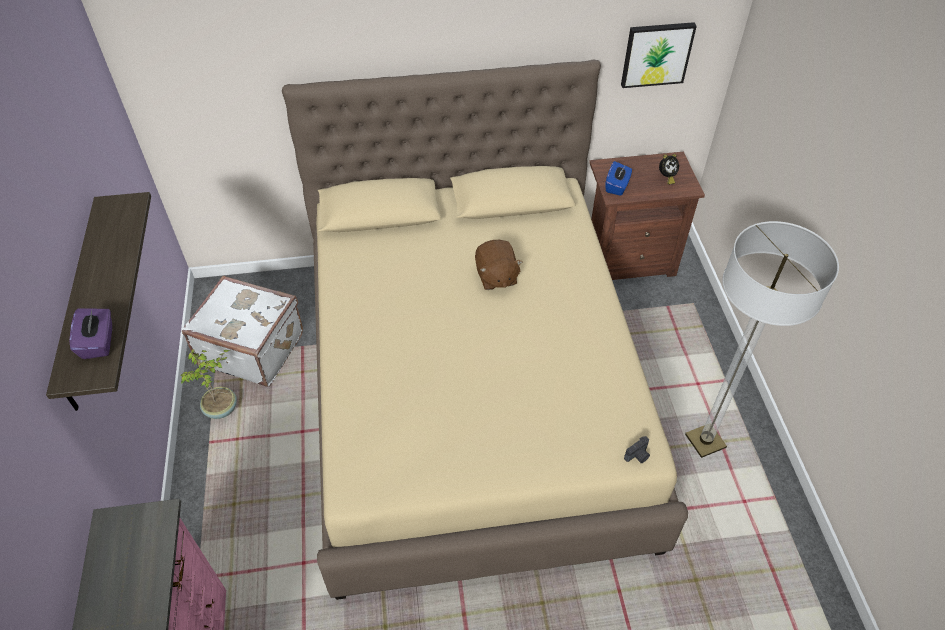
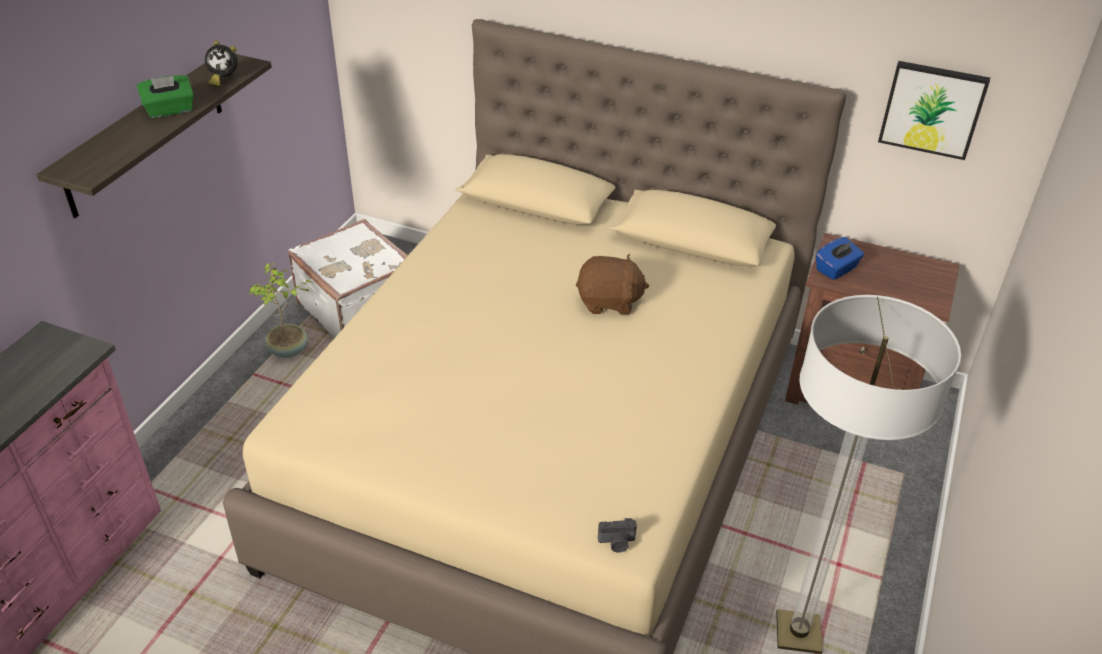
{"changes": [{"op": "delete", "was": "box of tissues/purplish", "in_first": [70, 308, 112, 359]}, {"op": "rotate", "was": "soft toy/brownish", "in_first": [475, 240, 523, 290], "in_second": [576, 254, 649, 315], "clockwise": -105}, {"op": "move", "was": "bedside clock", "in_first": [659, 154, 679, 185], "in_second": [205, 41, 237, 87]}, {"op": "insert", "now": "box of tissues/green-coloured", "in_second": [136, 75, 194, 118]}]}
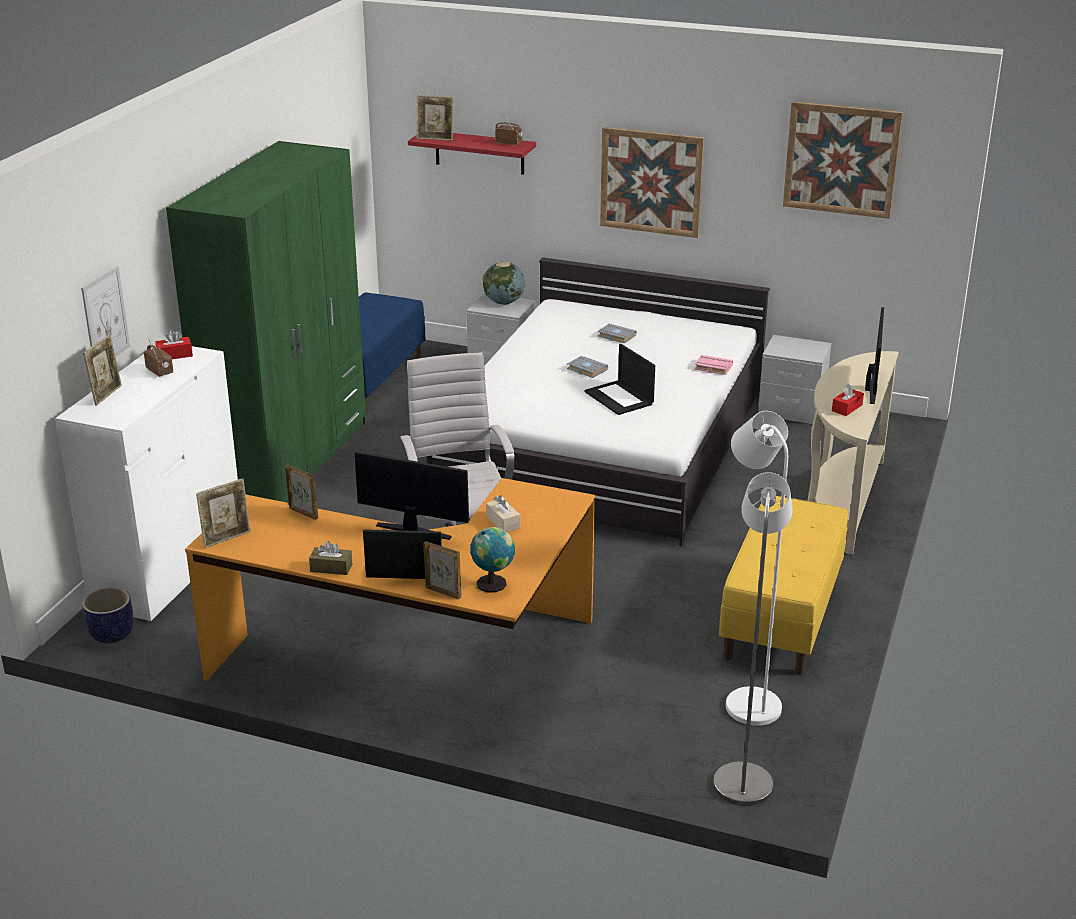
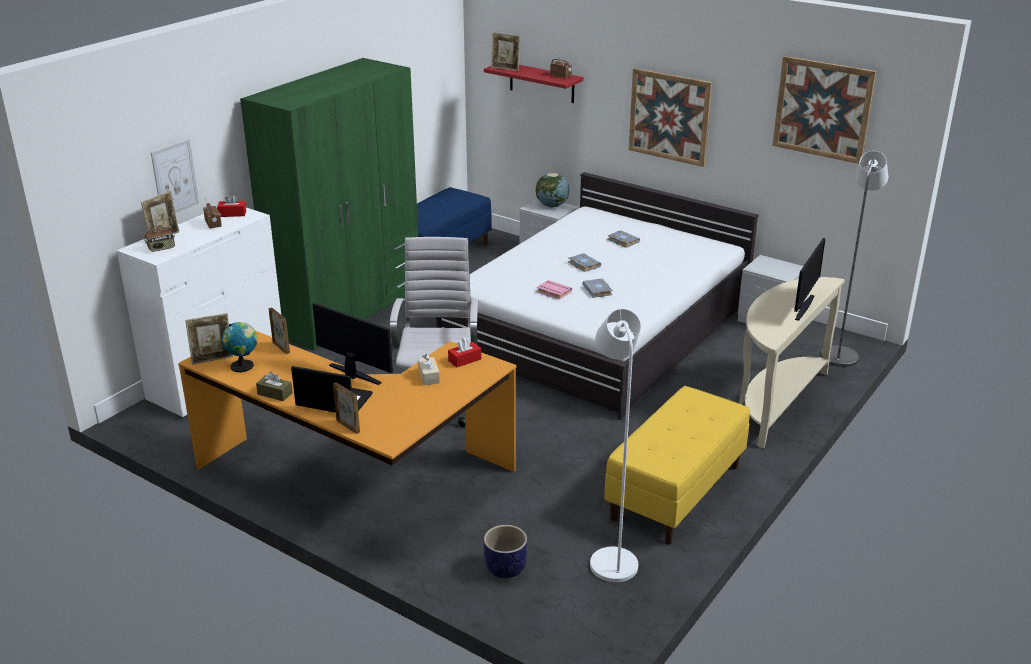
{"changes": [{"op": "move", "was": "plant pot", "in_first": [82, 587, 134, 643], "in_second": [483, 525, 527, 578]}, {"op": "move", "was": "globe", "in_first": [470, 527, 515, 593], "in_second": [222, 322, 257, 372]}, {"op": "replace", "was": "notebook computer", "now": "bound book/gray", "in_first": [584, 344, 655, 415], "in_second": [582, 278, 613, 298]}, {"op": "move", "was": "bound book/pink-coloured", "in_first": [694, 355, 733, 375], "in_second": [536, 280, 572, 300]}, {"op": "move", "was": "floor lamp/gray", "in_first": [713, 472, 793, 806], "in_second": [821, 151, 888, 367]}, {"op": "move", "was": "box of tissues/red", "in_first": [832, 383, 864, 416], "in_second": [448, 337, 481, 368]}, {"op": "insert", "now": "radio receiver", "in_second": [144, 218, 175, 252]}]}
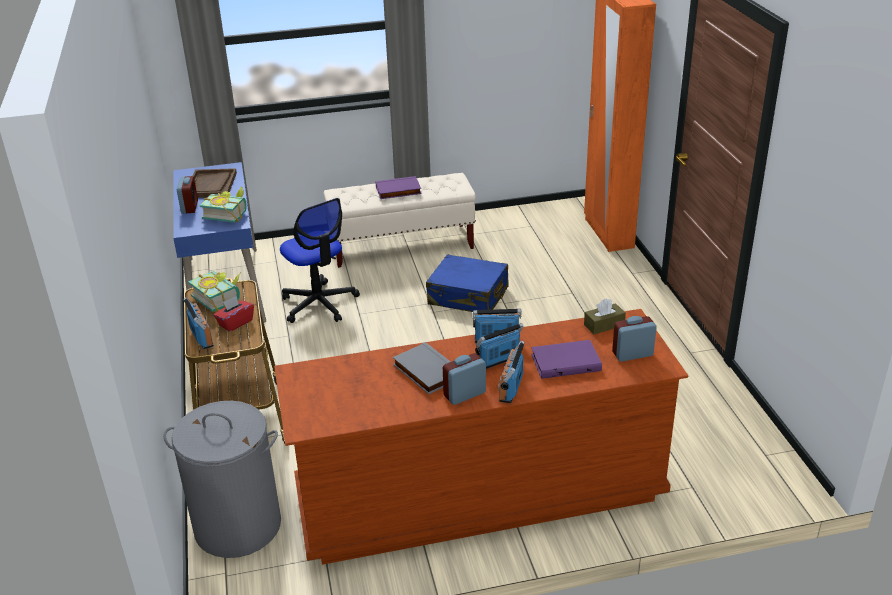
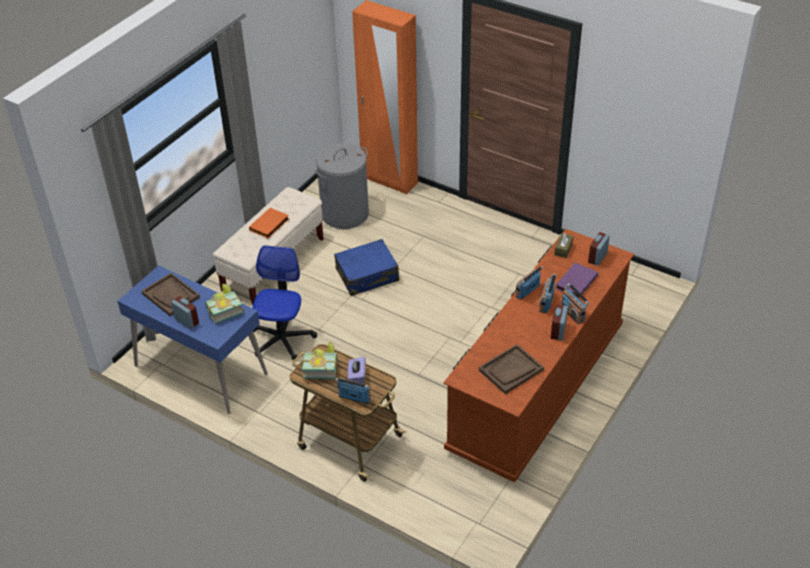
{"changes": [{"op": "move", "was": "laundry basket/gray", "in_first": [164, 401, 281, 558], "in_second": [314, 143, 369, 229]}, {"op": "recolor", "was": "box of tissues/red", "now": "box of tissues/purplish", "in_first": [214, 296, 254, 332], "in_second": [348, 357, 366, 384]}, {"op": "rotate", "was": "office chair", "in_first": [280, 198, 360, 323], "in_second": [252, 245, 317, 360], "clockwise": -90}, {"op": "recolor", "was": "bound book/purplish", "now": "bound book/orange-coloured", "in_first": [376, 176, 422, 199], "in_second": [249, 207, 289, 238]}, {"op": "delete", "was": "bound book/gray", "in_first": [393, 342, 451, 394]}, {"op": "insert", "now": "tray/brownish", "in_second": [479, 344, 544, 394]}]}
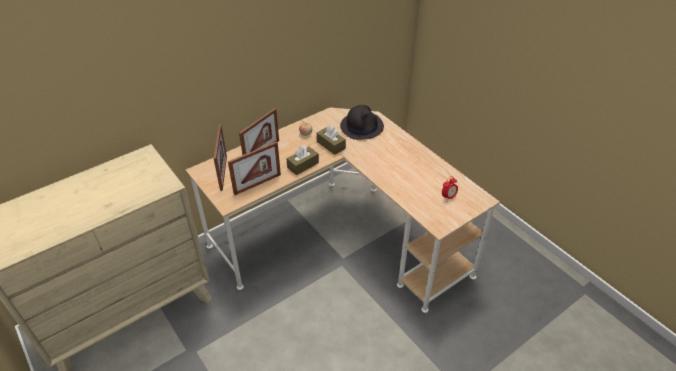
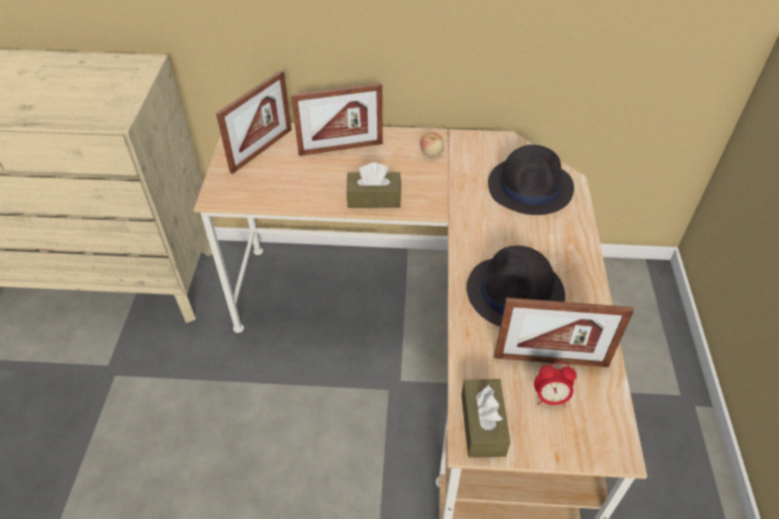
{"changes": [{"op": "move", "was": "picture frame", "in_first": [228, 141, 281, 195], "in_second": [495, 298, 634, 367]}, {"op": "move", "was": "box of tissues/brownish", "in_first": [317, 125, 346, 155], "in_second": [461, 379, 510, 458]}, {"op": "insert", "now": "clothing hat/black-coloured", "in_second": [467, 246, 565, 326]}]}
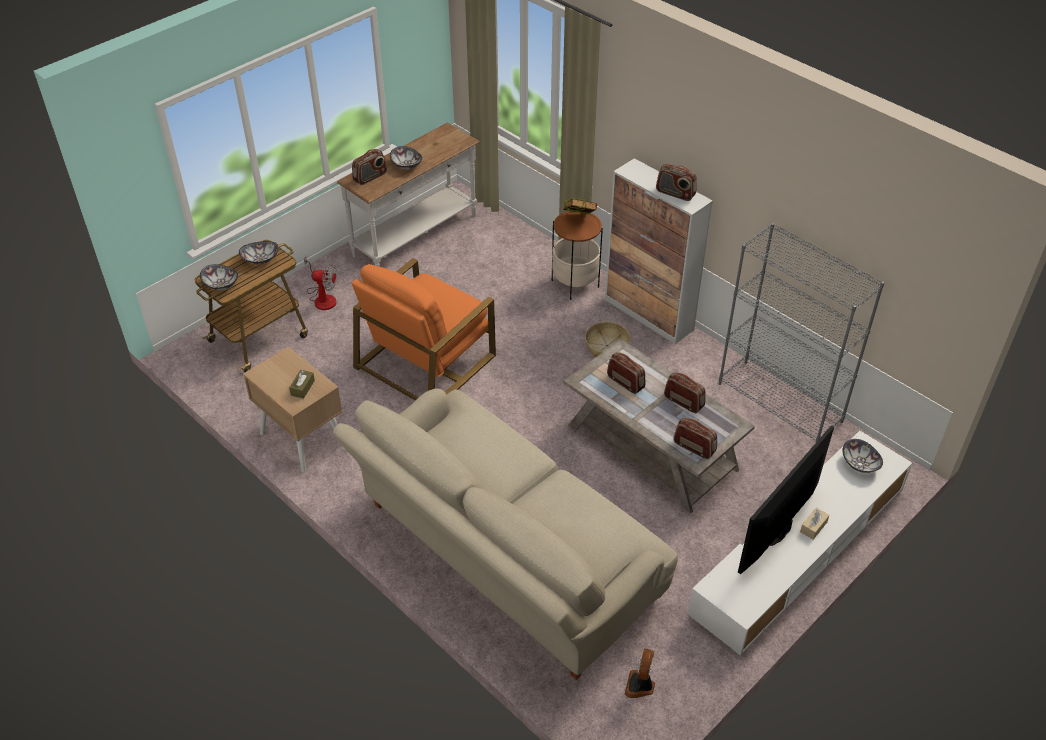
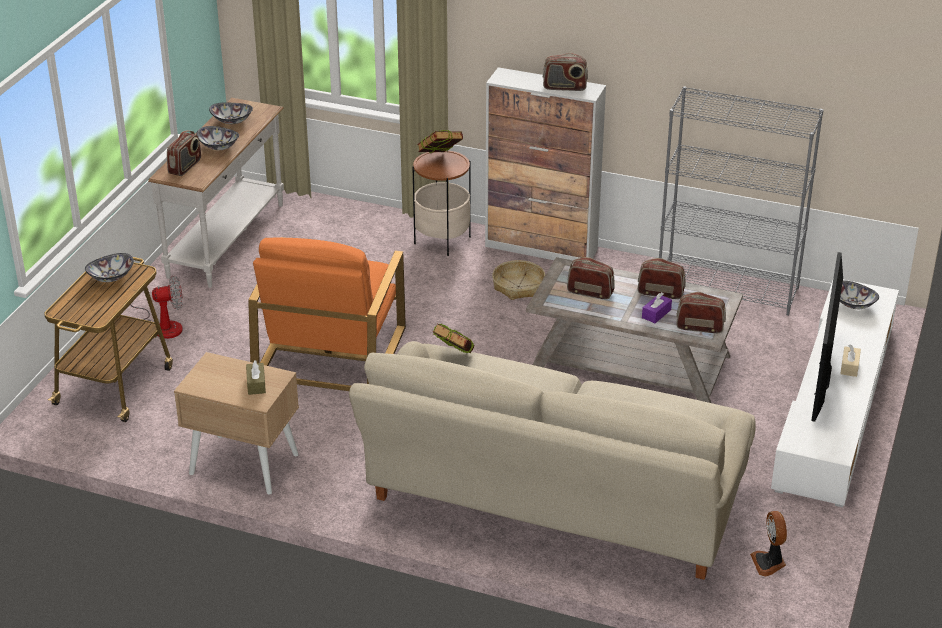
{"changes": [{"op": "move", "was": "deep dish", "in_first": [200, 264, 238, 290], "in_second": [209, 102, 253, 124]}, {"op": "insert", "now": "bound book", "in_second": [433, 323, 475, 353]}, {"op": "insert", "now": "box of tissues/purplish", "in_second": [642, 292, 672, 323]}]}
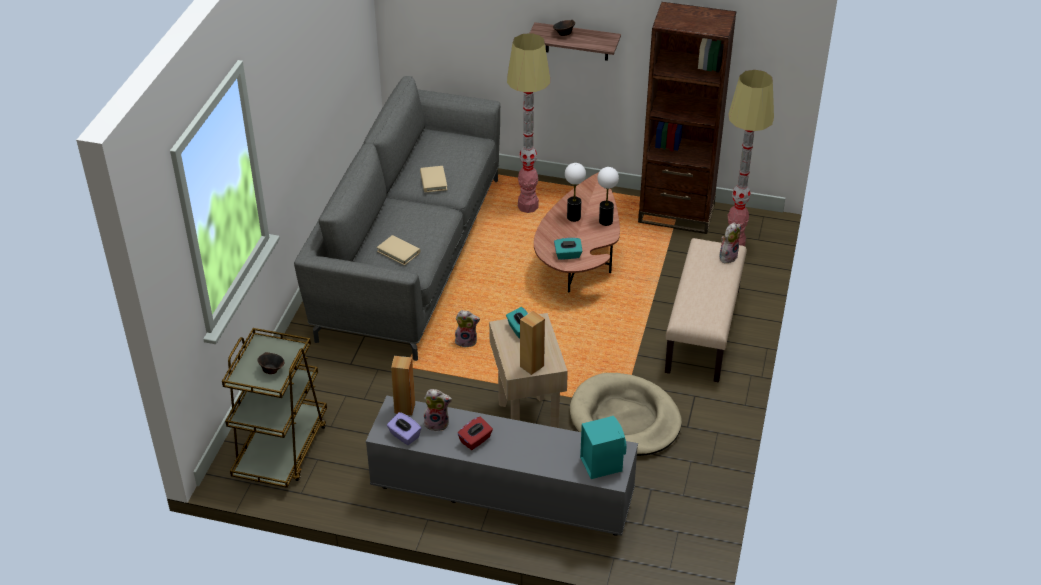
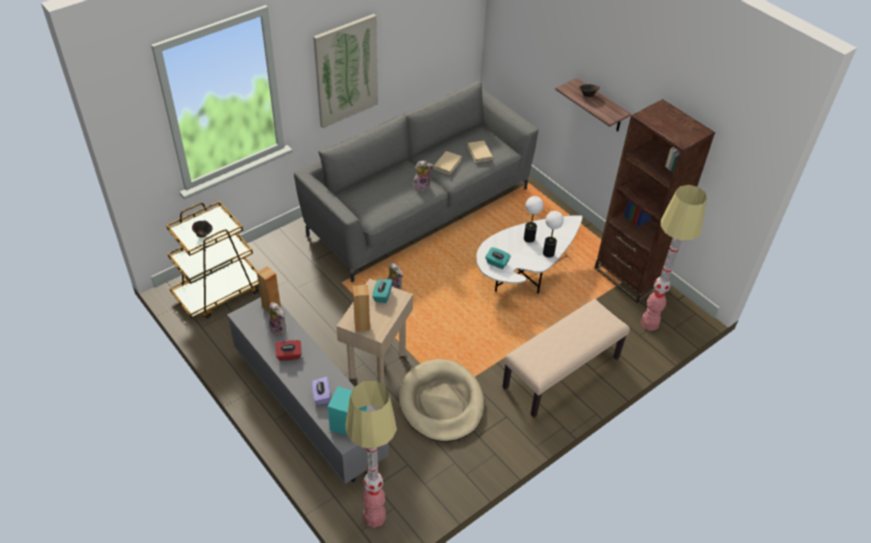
{"changes": [{"op": "move", "was": "bound book/beige-coloured", "in_first": [377, 235, 421, 266], "in_second": [467, 141, 493, 163]}, {"op": "move", "was": "box of tissues/purplish", "in_first": [387, 412, 421, 445], "in_second": [312, 376, 331, 405]}, {"op": "move", "was": "floor lamp", "in_first": [507, 33, 550, 213], "in_second": [345, 381, 397, 528]}, {"op": "recolor", "was": "coffee table/brownish", "now": "coffee table/white", "in_first": [534, 172, 620, 292], "in_second": [476, 215, 582, 294]}, {"op": "move", "was": "soft toy", "in_first": [719, 222, 741, 263], "in_second": [414, 161, 434, 191]}, {"op": "insert", "now": "wall art", "in_second": [313, 14, 378, 128]}]}
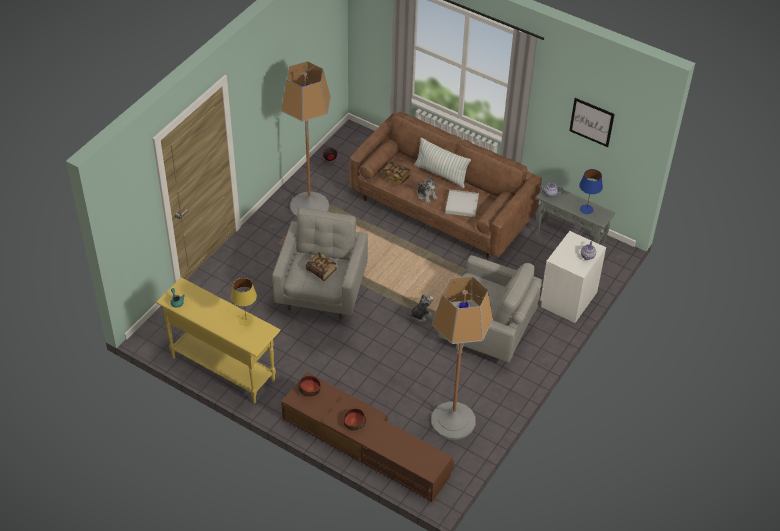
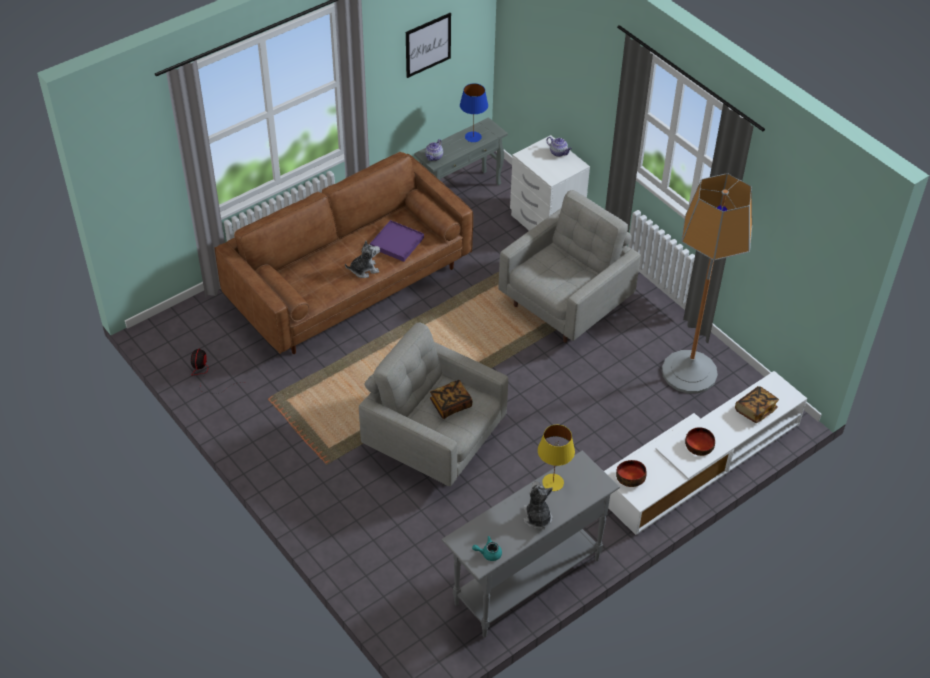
{"changes": [{"op": "recolor", "was": "hall table/yellow-coloured", "now": "hall table/gray", "in_first": [156, 277, 281, 403], "in_second": [441, 451, 620, 637]}, {"op": "delete", "was": "floor lamp", "in_first": [281, 61, 331, 217]}, {"op": "recolor", "was": "tv stand/brownish", "now": "tv stand/white", "in_first": [281, 372, 454, 502], "in_second": [604, 371, 807, 535]}, {"op": "move", "was": "bound book", "in_first": [382, 162, 411, 185], "in_second": [735, 386, 779, 423]}, {"op": "move", "was": "soft toy", "in_first": [409, 294, 434, 322], "in_second": [523, 481, 553, 529]}, {"op": "delete", "was": "cushion", "in_first": [414, 138, 471, 188]}, {"op": "recolor", "was": "tray/white", "now": "tray/purplish", "in_first": [445, 189, 479, 217], "in_second": [370, 220, 424, 262]}]}
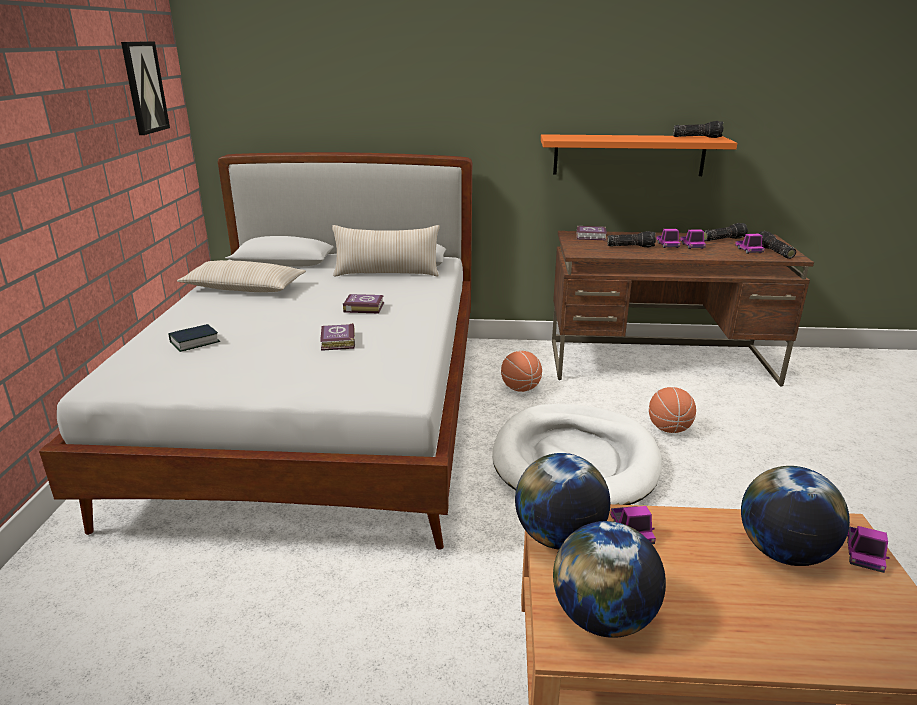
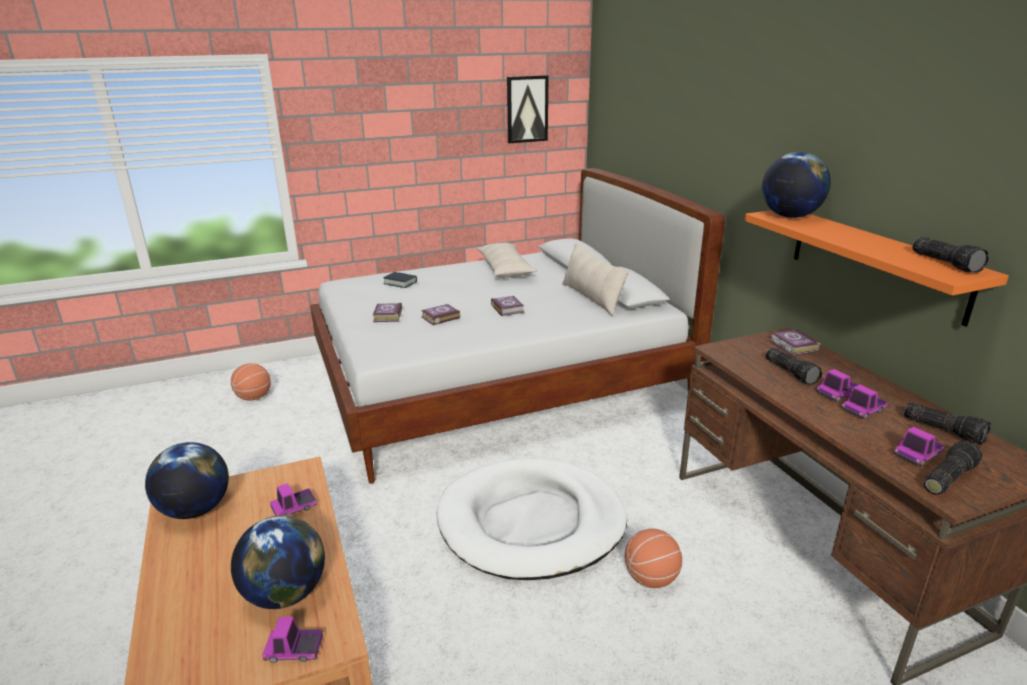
{"changes": [{"op": "move", "was": "ball for basketball", "in_first": [501, 351, 542, 392], "in_second": [231, 363, 271, 401]}, {"op": "move", "was": "globe", "in_first": [515, 453, 610, 550], "in_second": [762, 152, 831, 218]}, {"op": "insert", "now": "bound book", "in_second": [373, 303, 402, 322]}]}
